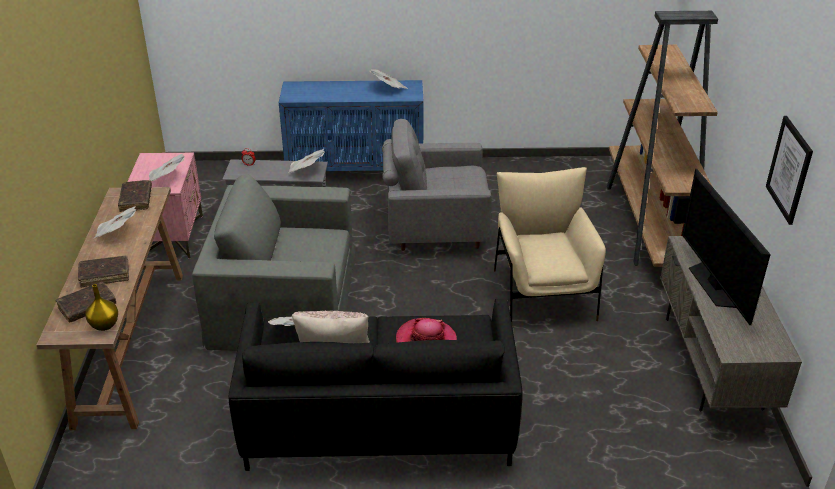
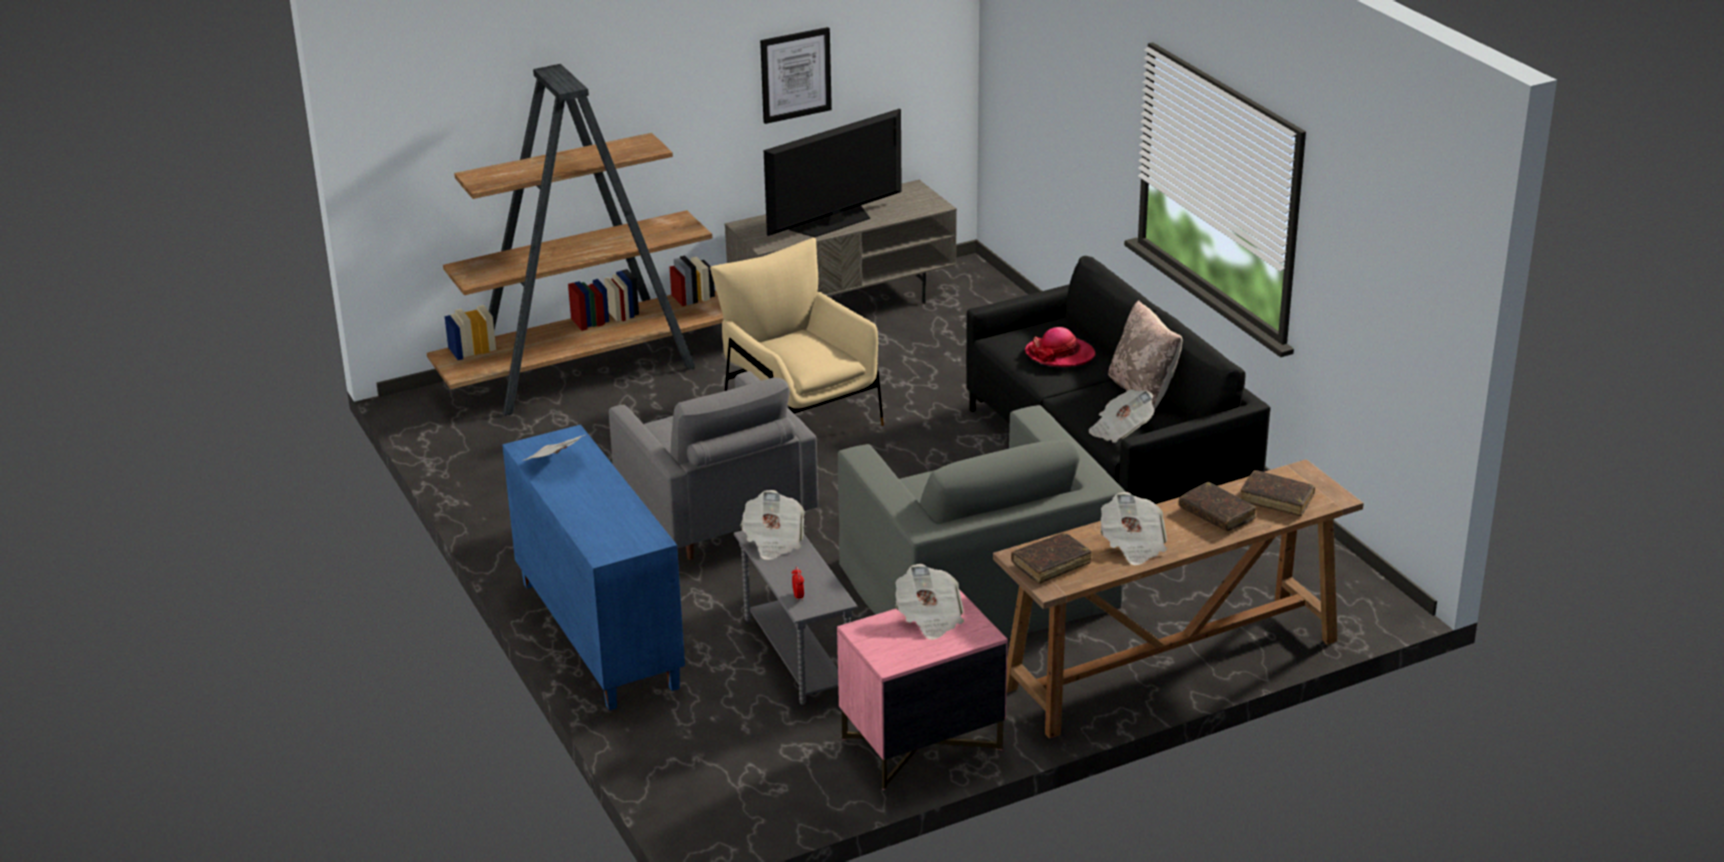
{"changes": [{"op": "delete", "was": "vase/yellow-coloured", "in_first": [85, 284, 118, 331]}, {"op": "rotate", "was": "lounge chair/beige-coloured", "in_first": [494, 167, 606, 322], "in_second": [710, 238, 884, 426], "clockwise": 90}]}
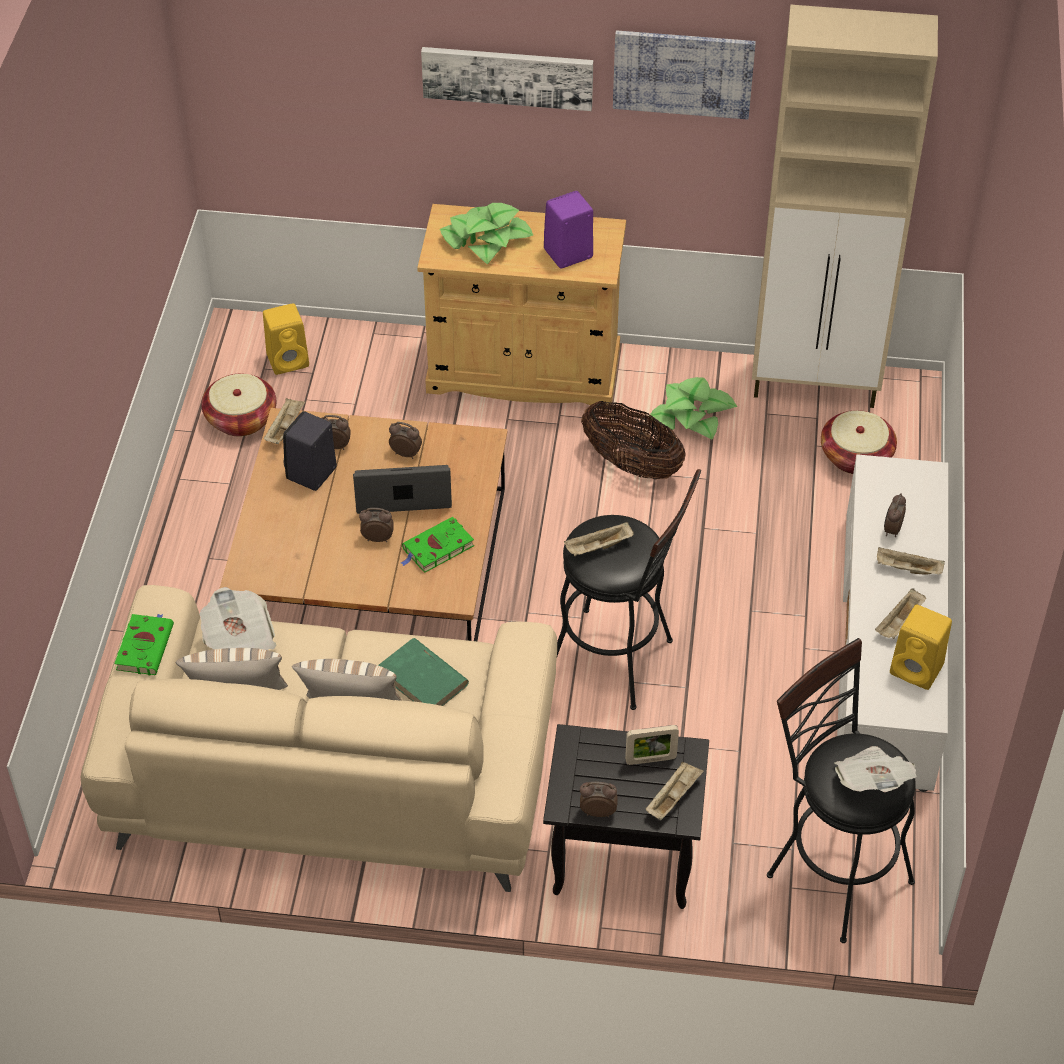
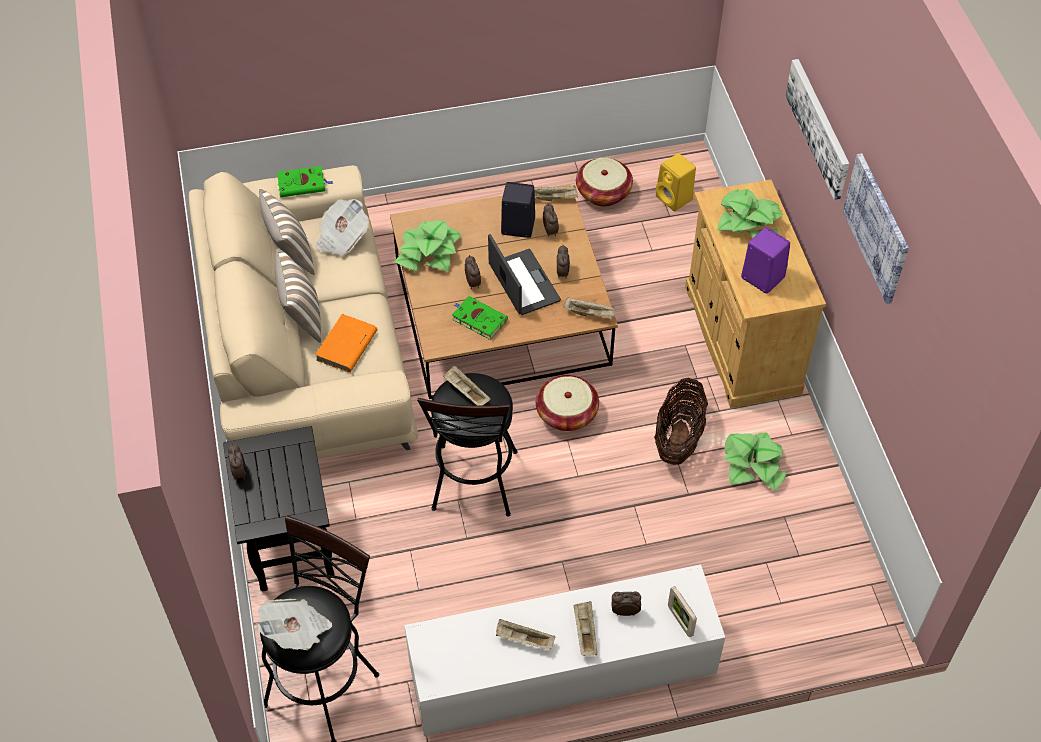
{"changes": [{"op": "recolor", "was": "bound book/green-coloured", "now": "bound book/orange-coloured", "in_first": [378, 638, 469, 706], "in_second": [315, 314, 378, 372]}, {"op": "move", "was": "picture frame", "in_first": [625, 725, 679, 765], "in_second": [668, 586, 697, 637]}, {"op": "move", "was": "tray/beige-coloured", "in_first": [646, 761, 704, 820], "in_second": [563, 297, 614, 319]}, {"op": "delete", "was": "storage cabinet/beige-coloured", "in_first": [752, 5, 938, 408]}, {"op": "move", "was": "storage basket", "in_first": [821, 410, 897, 474], "in_second": [536, 375, 599, 431]}, {"op": "delete", "was": "audio speaker/yellow-coloured", "in_first": [890, 605, 952, 690]}, {"op": "insert", "now": "houseplant", "in_second": [394, 220, 461, 272]}]}
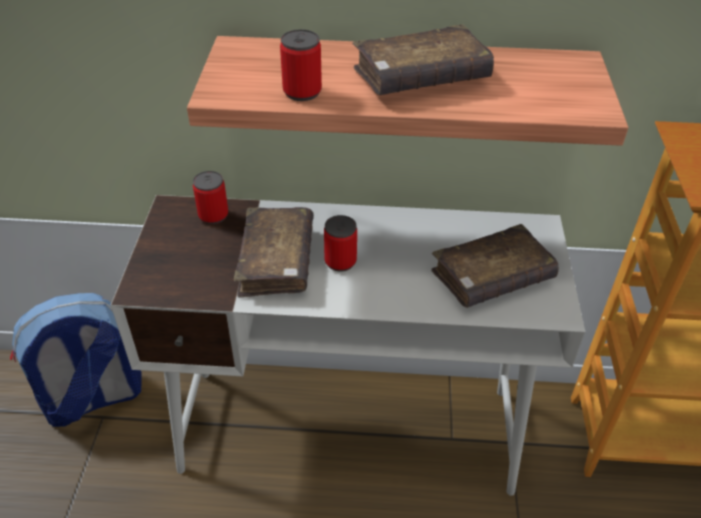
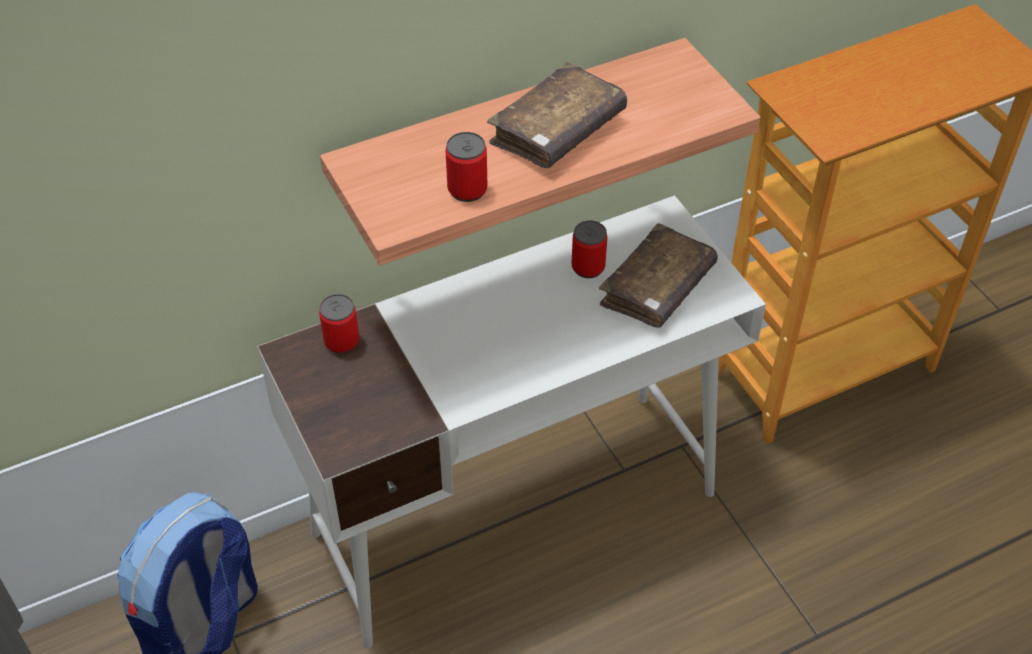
{"changes": [{"op": "delete", "was": "bound book/brownish", "in_first": [234, 207, 314, 298]}, {"op": "move", "was": "can", "in_first": [324, 215, 357, 272], "in_second": [572, 220, 607, 278]}]}
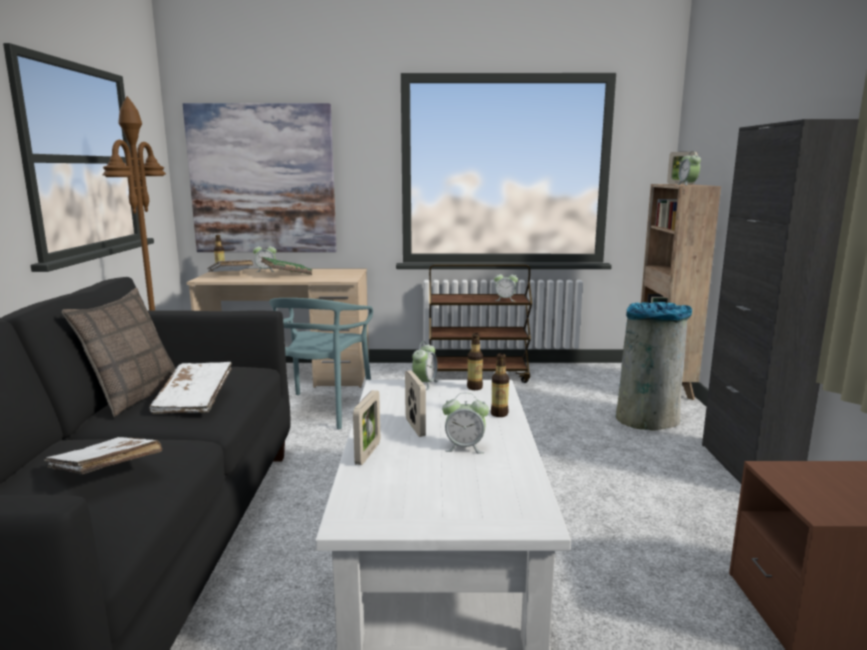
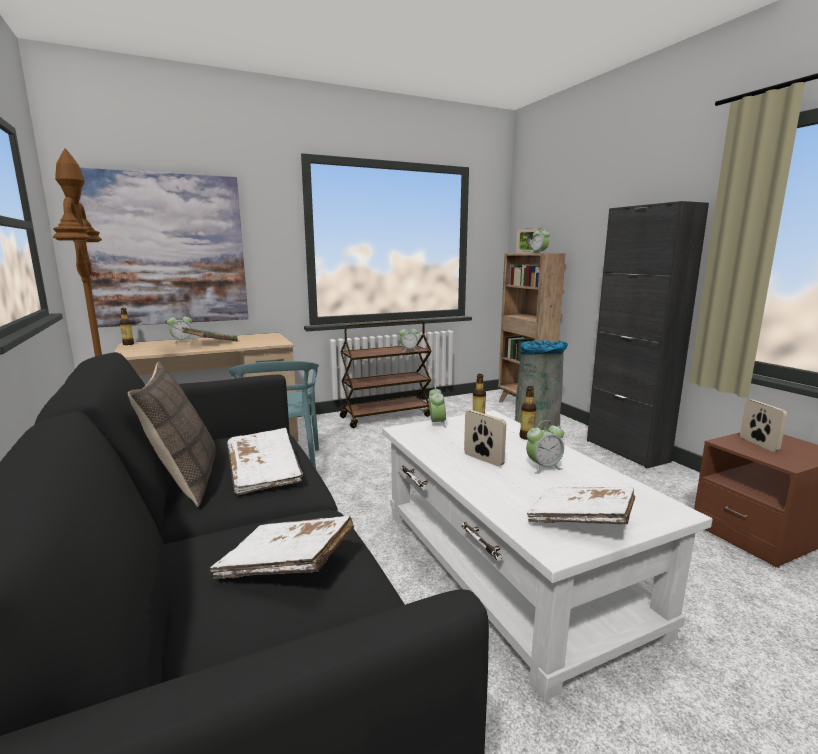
{"changes": [{"op": "move", "was": "bound book/white", "in_first": [207, 260, 253, 272], "in_second": [527, 487, 635, 525]}, {"op": "move", "was": "picture frame", "in_first": [353, 390, 380, 465], "in_second": [740, 400, 787, 452]}]}
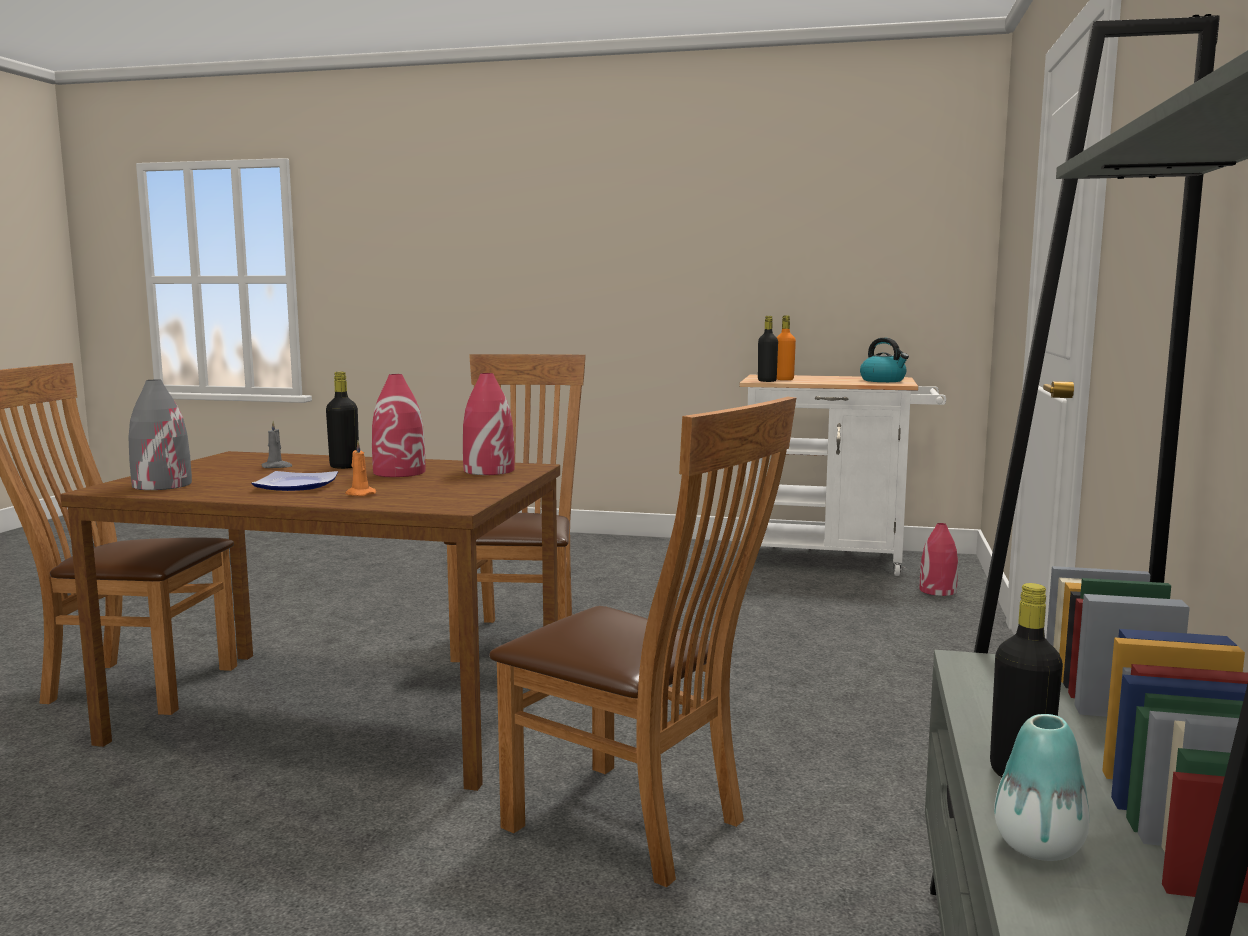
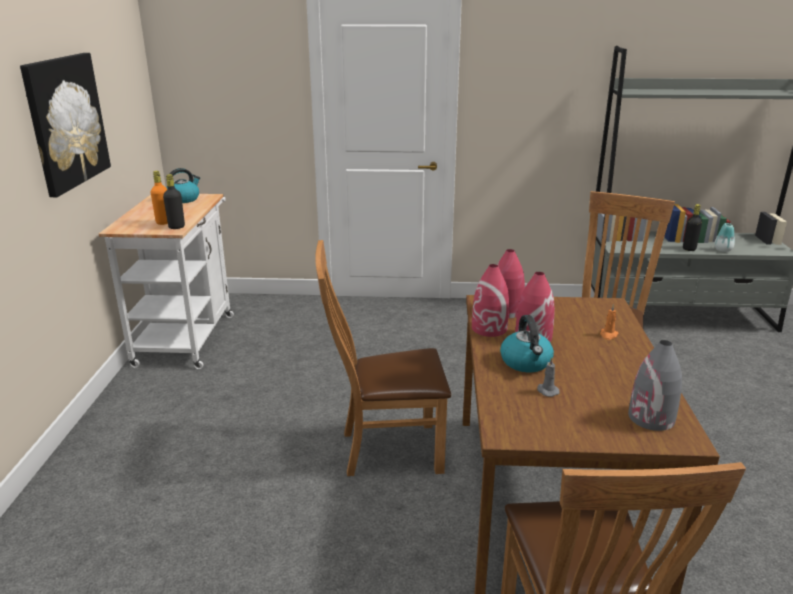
{"changes": [{"op": "delete", "was": "plate", "in_first": [252, 471, 338, 491]}, {"op": "replace", "was": "bottle/black-coloured", "now": "kettle", "in_first": [326, 372, 359, 469], "in_second": [500, 315, 554, 372]}, {"op": "move", "was": "vase/red", "in_first": [919, 523, 958, 596], "in_second": [472, 264, 509, 337]}, {"op": "insert", "now": "wall art", "in_second": [20, 53, 111, 197]}]}
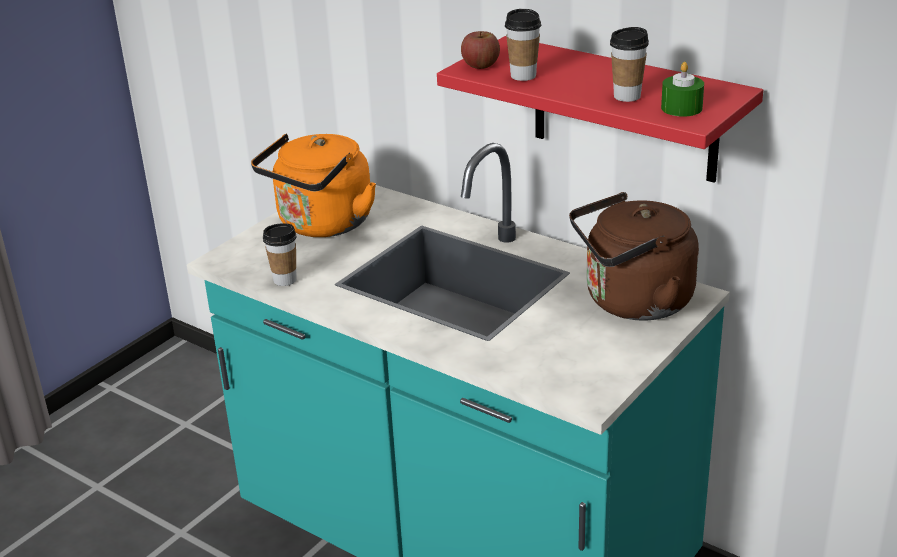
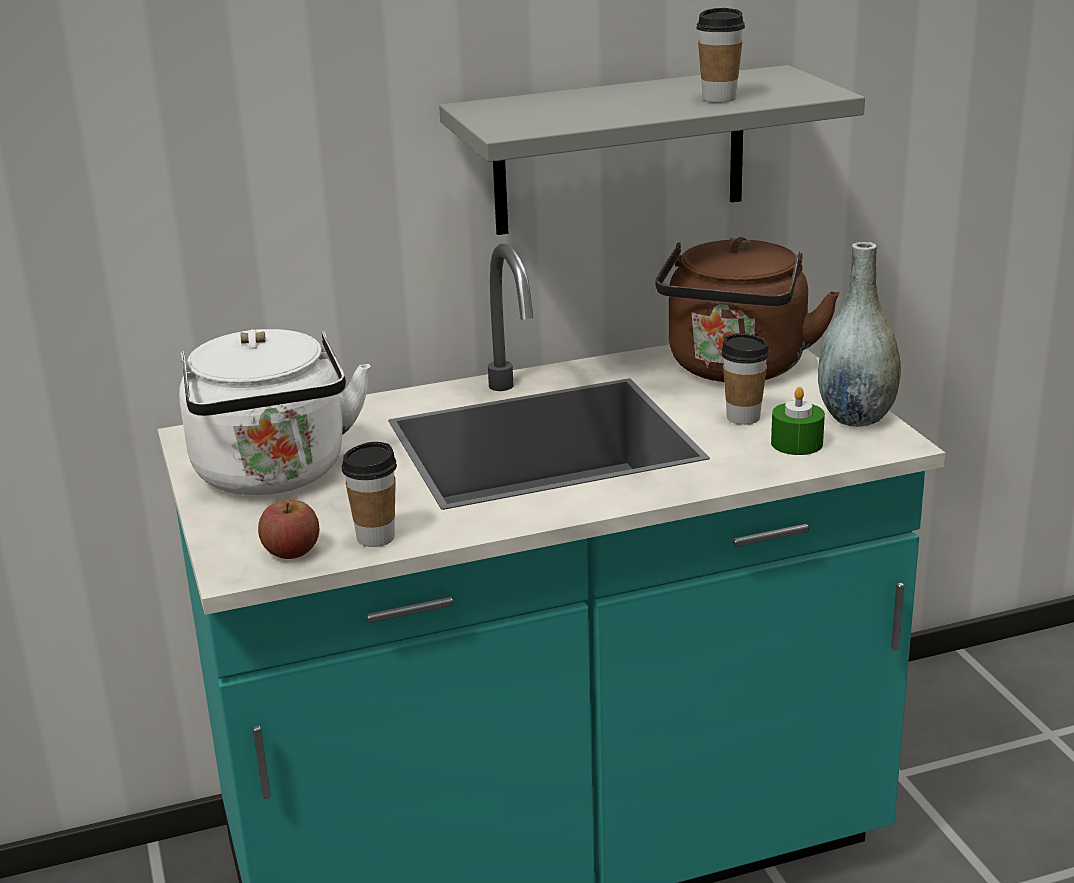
{"changes": [{"op": "recolor", "was": "kettle/orange-coloured", "now": "kettle/white", "in_first": [251, 133, 376, 237], "in_second": [179, 329, 370, 495]}, {"op": "recolor", "was": "bracket shelf/red", "now": "bracket shelf/gray", "in_first": [437, 36, 763, 183], "in_second": [439, 65, 865, 235]}, {"op": "move", "was": "whole apple", "in_first": [461, 31, 500, 69], "in_second": [258, 500, 319, 559]}, {"op": "move", "was": "cup", "in_first": [505, 9, 541, 81], "in_second": [721, 333, 769, 425]}, {"op": "move", "was": "wax light/green-coloured", "in_first": [661, 62, 704, 117], "in_second": [771, 387, 825, 455]}, {"op": "insert", "now": "vase/gray", "in_second": [818, 242, 901, 427]}]}
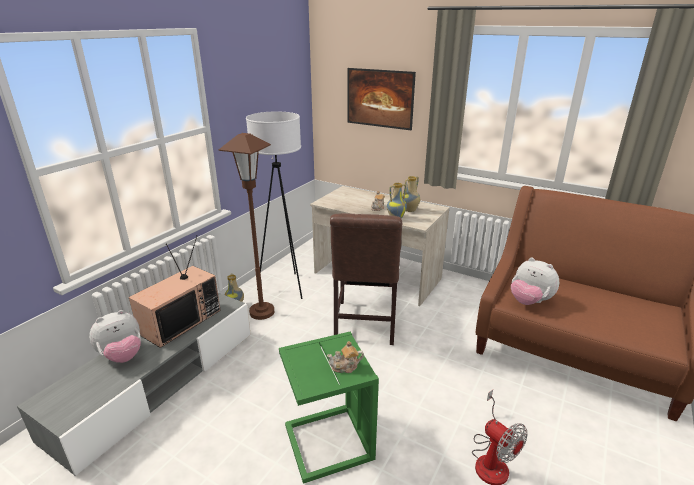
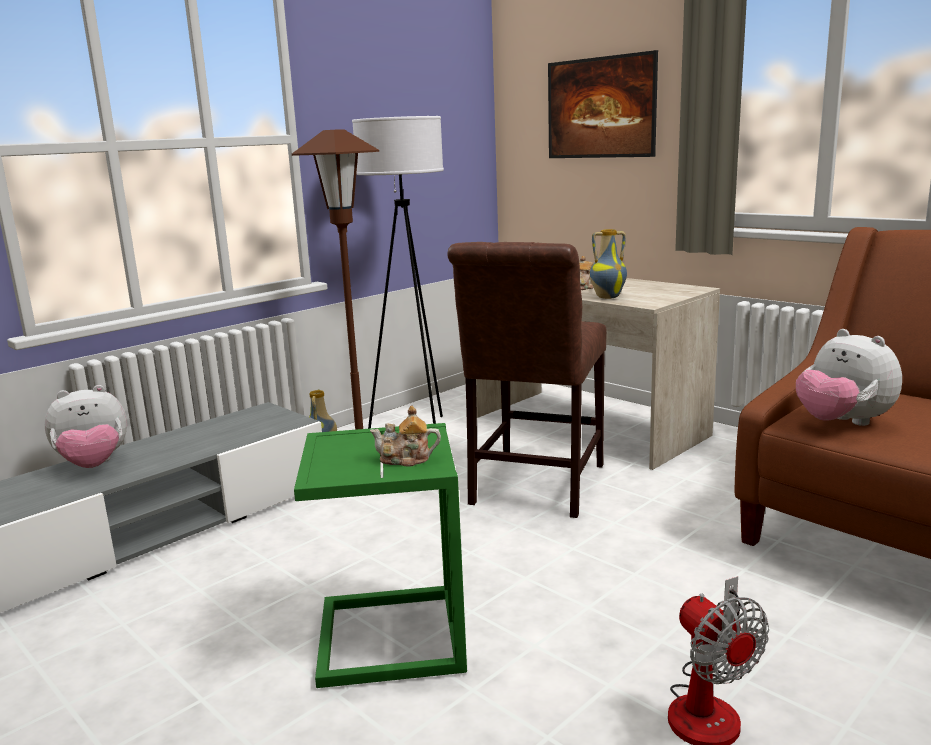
{"changes": [{"op": "delete", "was": "TV", "in_first": [129, 235, 220, 348]}, {"op": "delete", "was": "vase", "in_first": [402, 176, 420, 212]}]}
